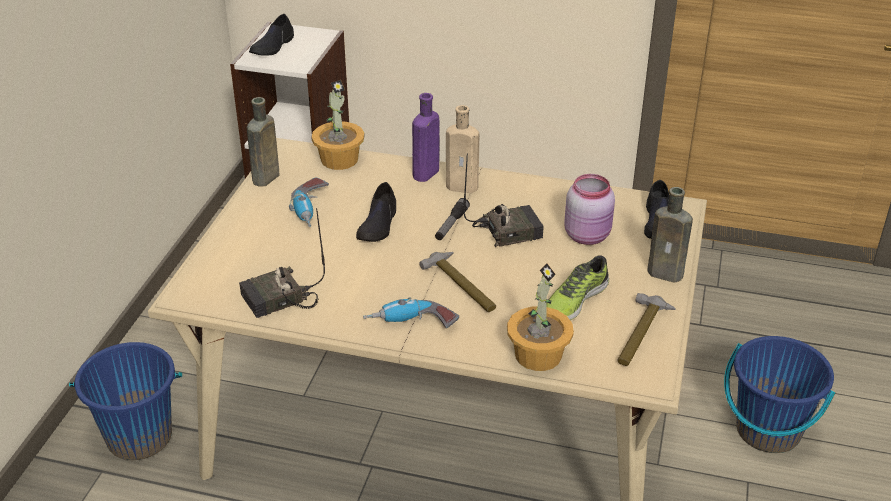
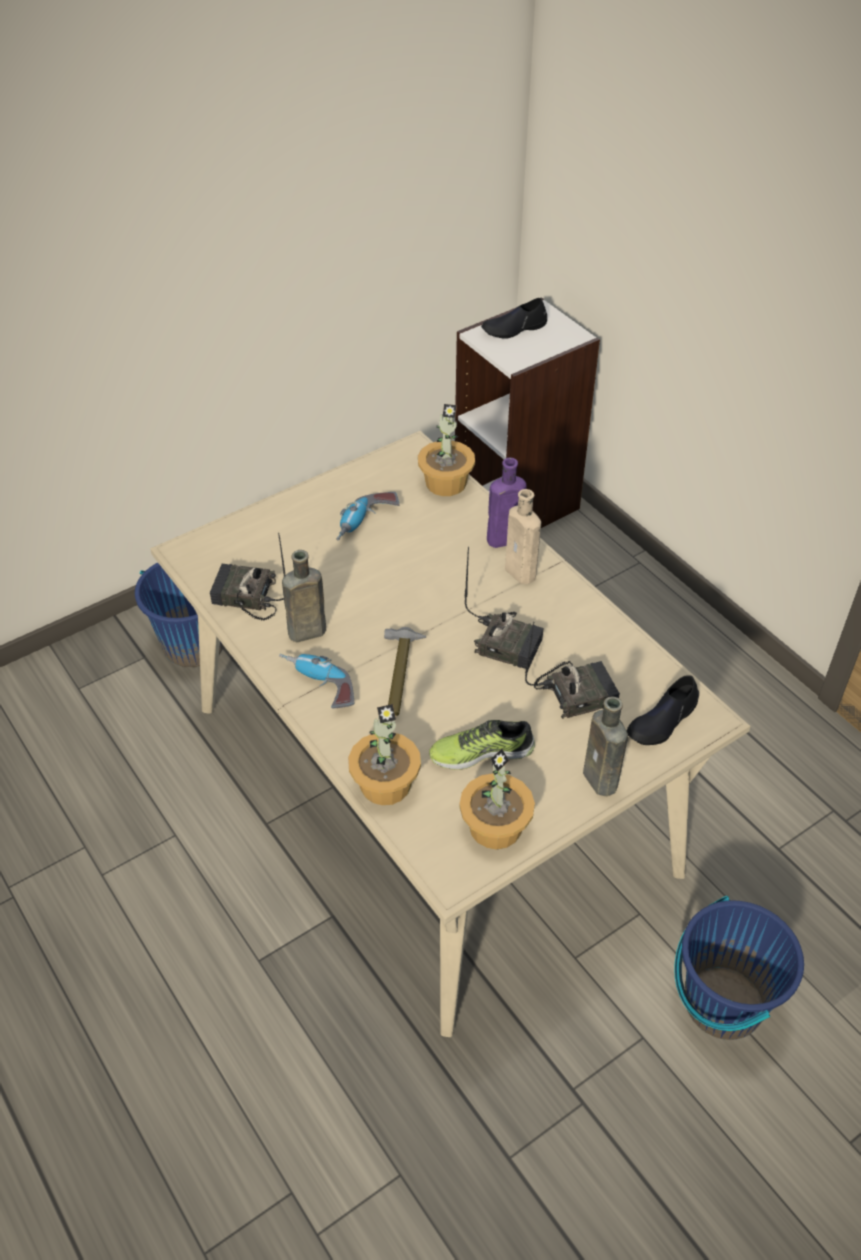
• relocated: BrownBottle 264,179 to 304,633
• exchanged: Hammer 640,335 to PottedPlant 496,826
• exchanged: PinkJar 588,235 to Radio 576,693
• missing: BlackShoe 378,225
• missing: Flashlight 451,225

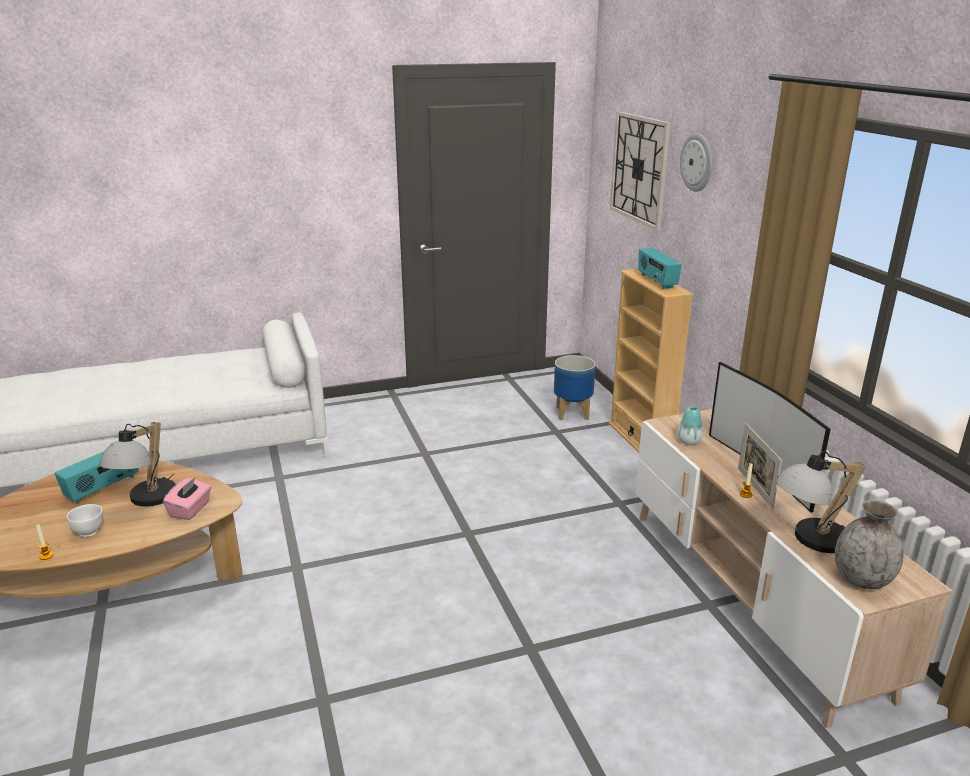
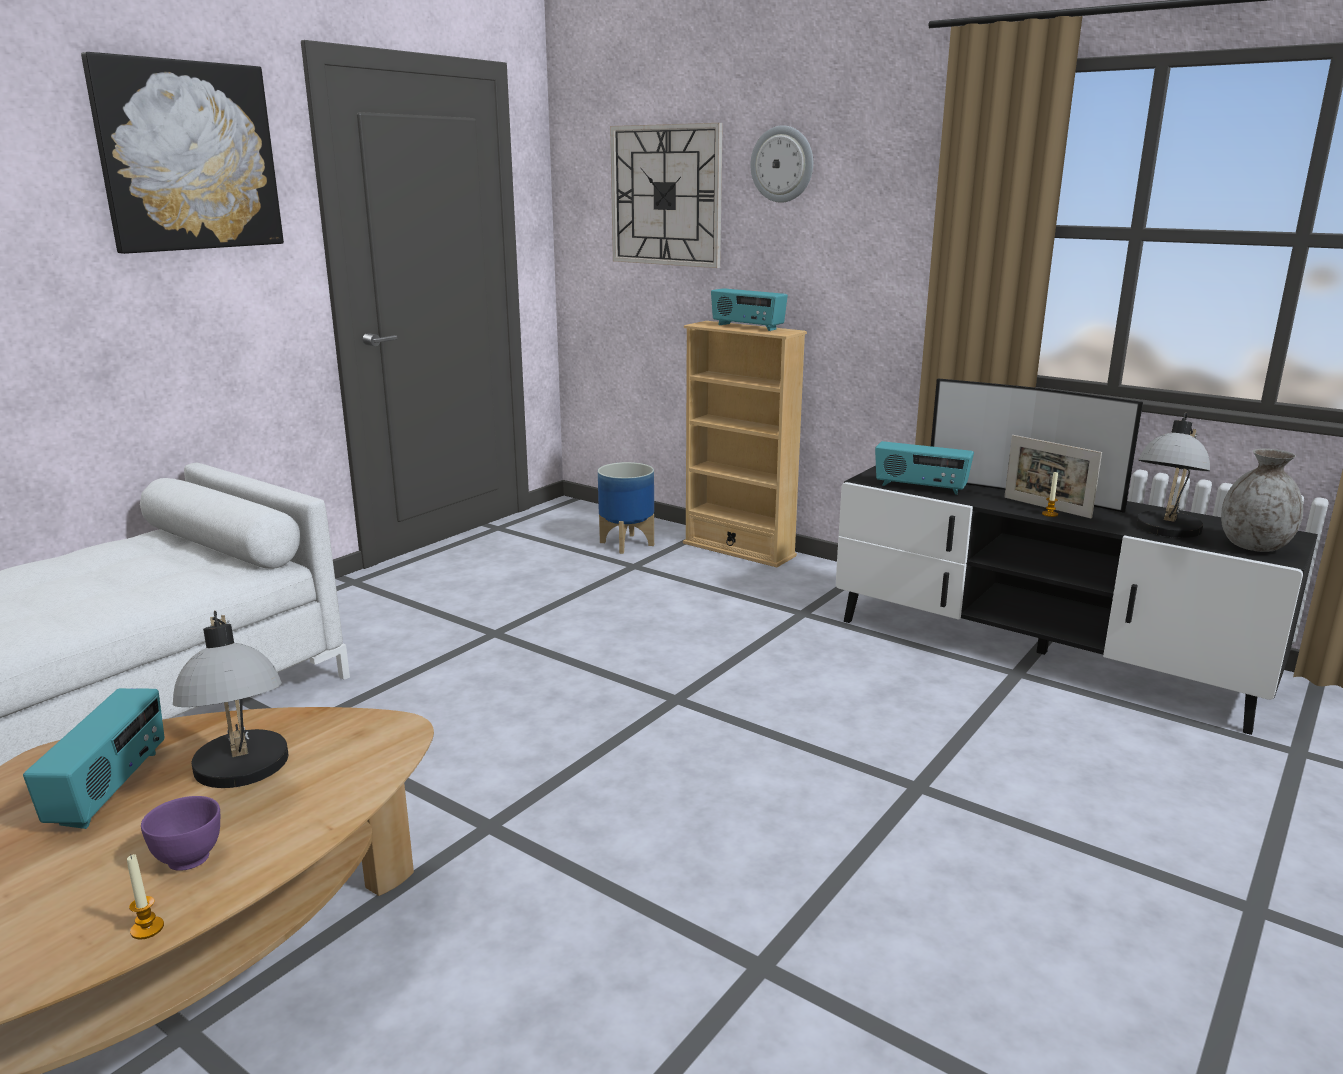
• appeared: Picture 188,156
• colour: WhiteBowl 89,532 to PurpleBowl 189,858
• colour: BeigeTvStand 750,597 to BlackTvStand 1040,653
• exchanged: Vase 689,441 to Radio 920,488
• missing: PinkTissueBox 190,509

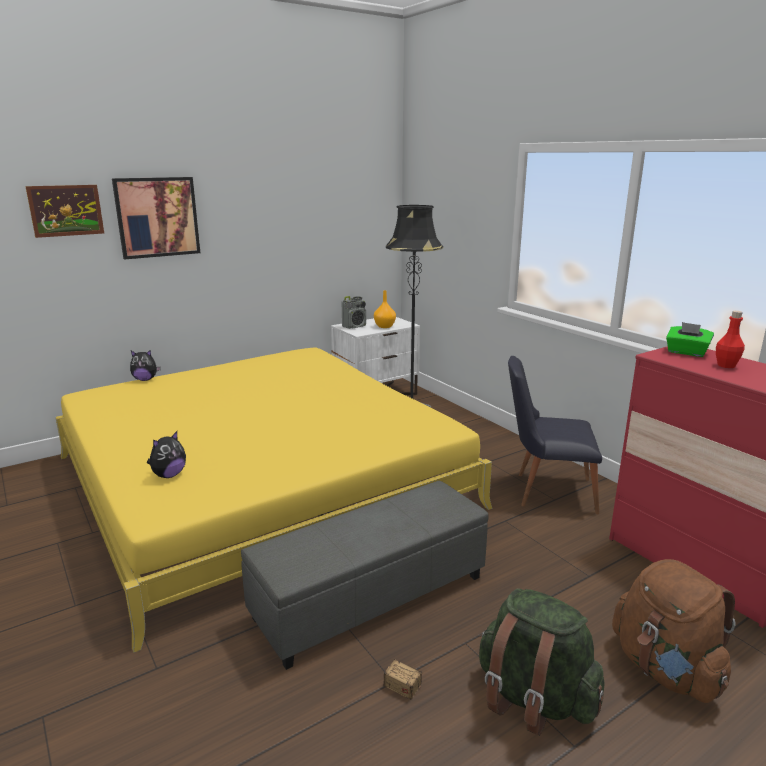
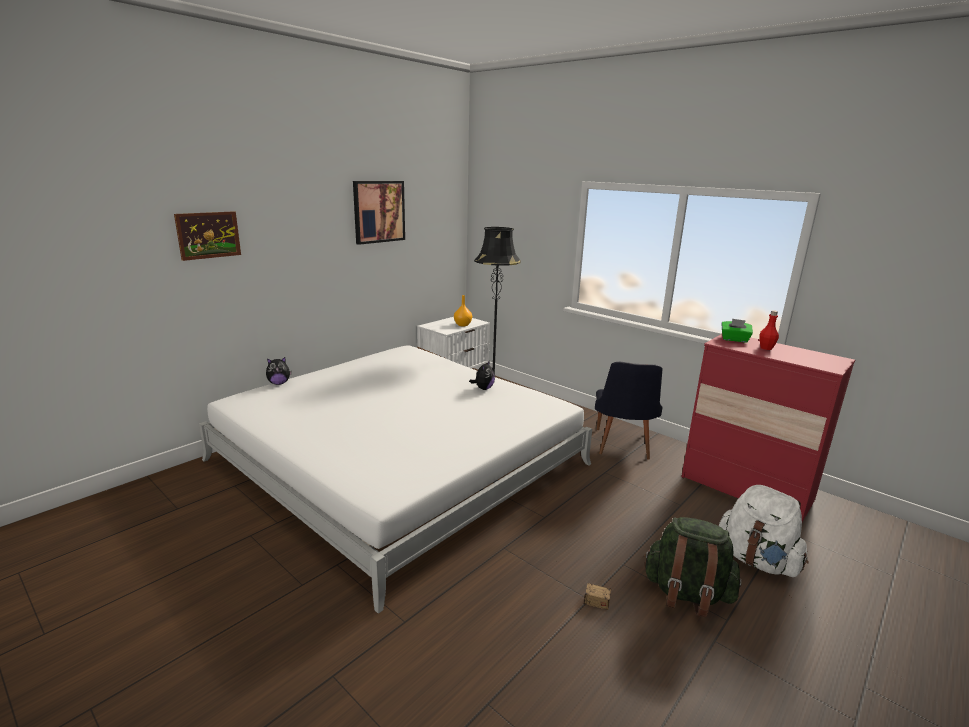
• colour: YellowBed 259,481 to WhiteBed 399,462
• relocated: Picture 157,217 to 379,211
• relocated: PlushToy 169,475 to 483,388
• spun: BlackChair 546,491 = 622,447 75 degrees counterclockwise
• colour: BrownBackpack 665,669 to WhiteBackpack 757,560
• missing: GreyOttoman 370,596
• missing: Radio 354,326

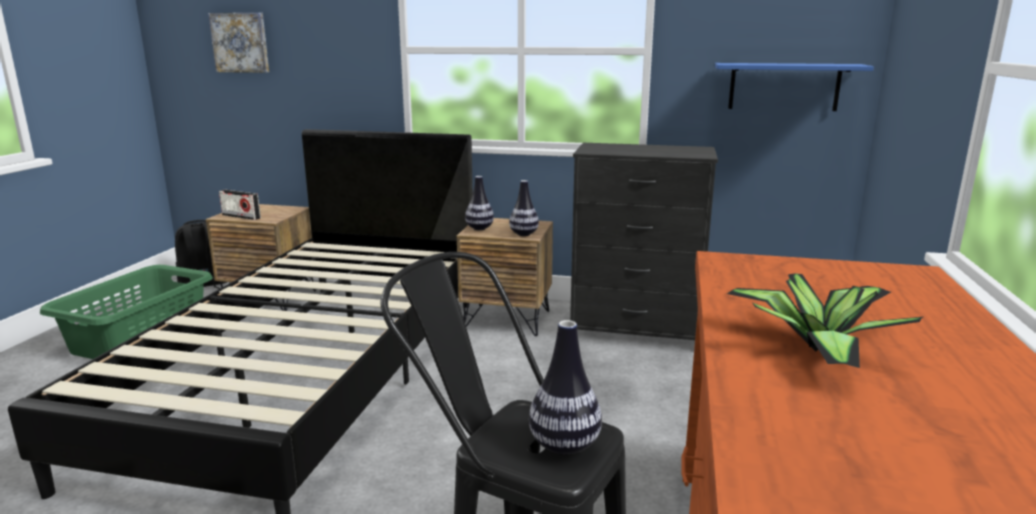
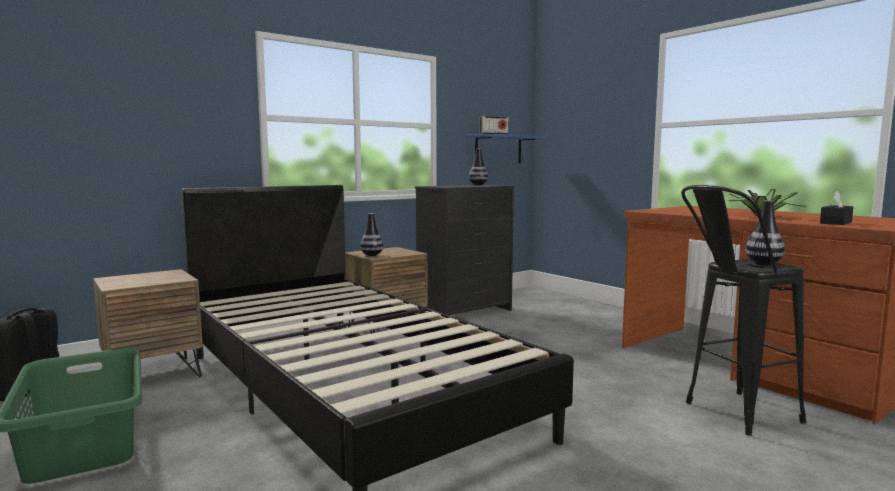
• relocated: Vase 524,234 to 478,185
• relocated: Radio 241,216 to 494,134
• appeared: BlackTissueBox 835,223
• missing: Picture 241,42

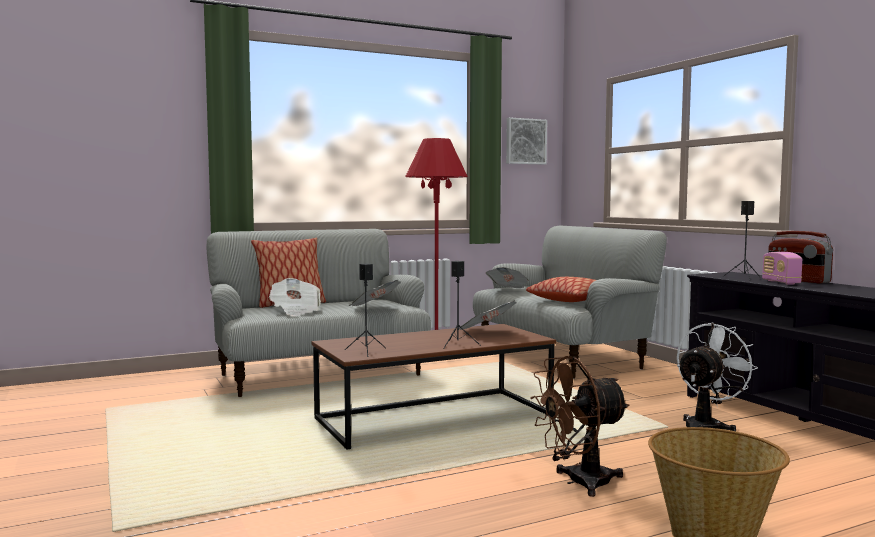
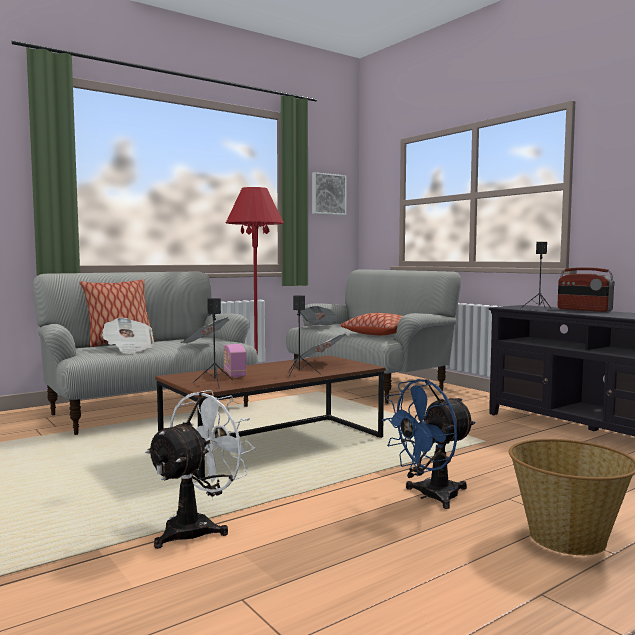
• relocated: WhiteFan 707,426 to 198,527
• relocated: Radio 781,282 to 234,374
• colour: BrownFan 579,482 to BlueFan 430,496

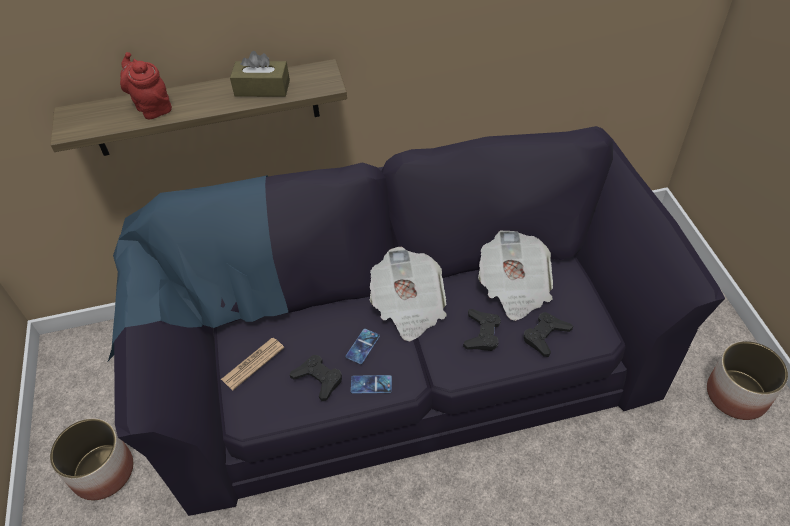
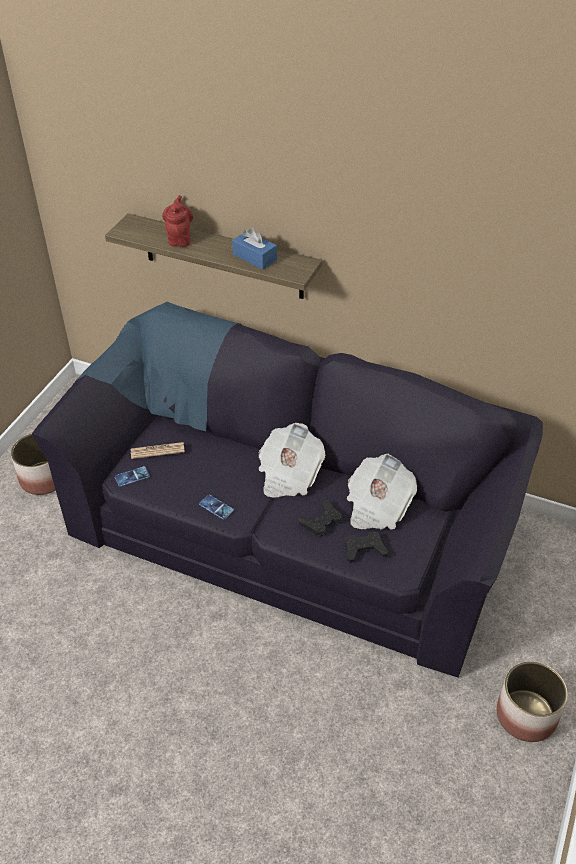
• relocated: Phone 362,346 to 132,476
• colour: BrownTissueBox 262,88 to BlueTissueBox 255,257
• missing: BlackGameController 318,379

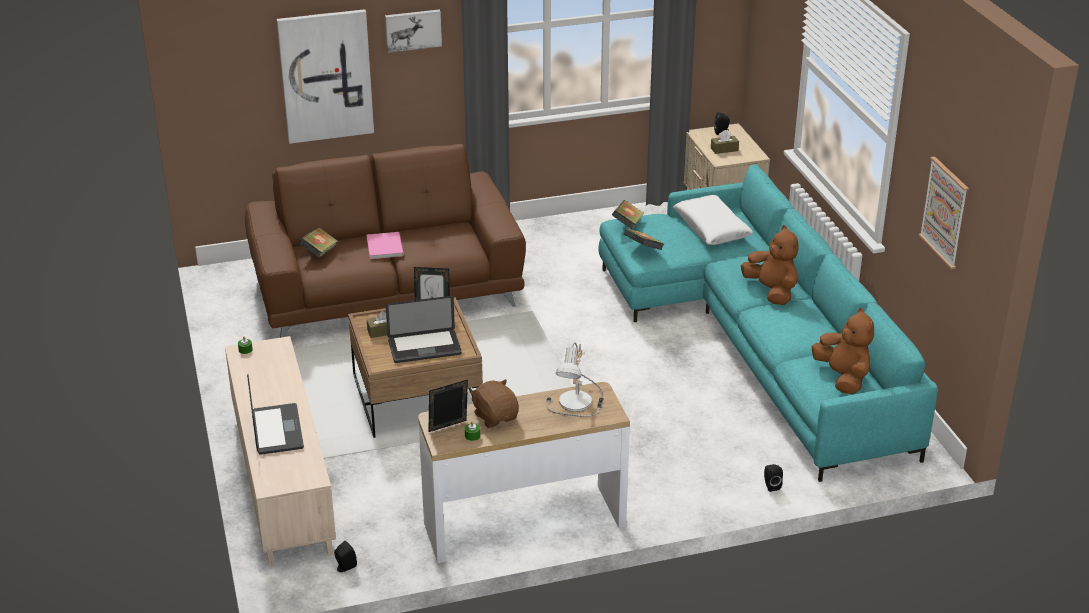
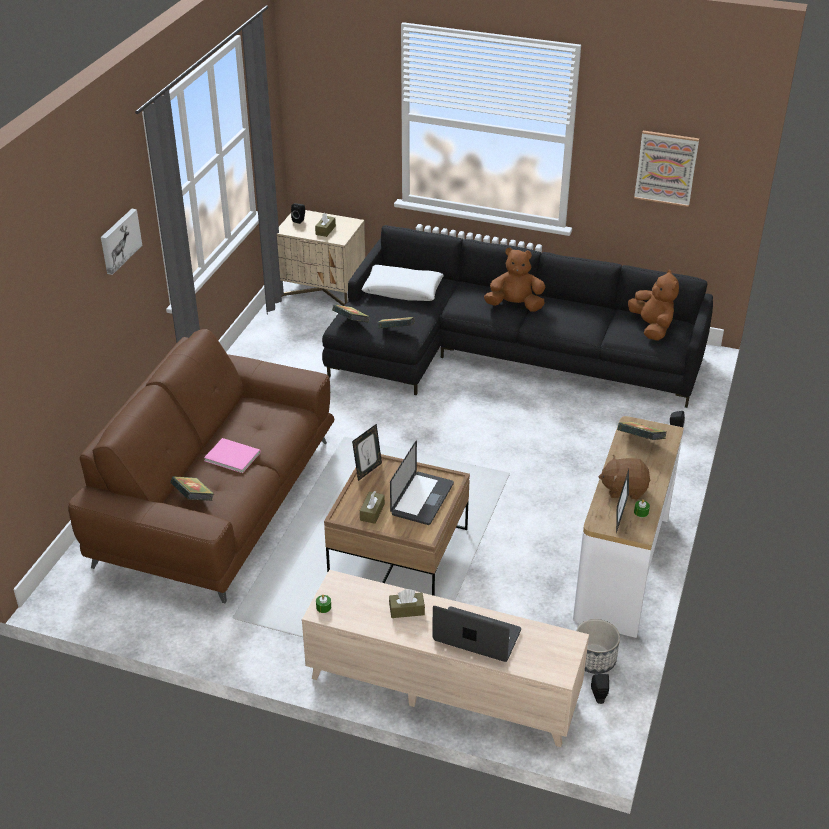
• colour: TurquoiseSofa 758,342 to BlackSofa 502,353
• appeared: BrownTissueBox 406,610
• appeared: Planter 594,659
• exchanged: TableLamp 578,403 to Book 640,441
• spun: BrownPlushToy 843,378 = 652,327 60 degrees clockwise
• missing: Picture 326,76

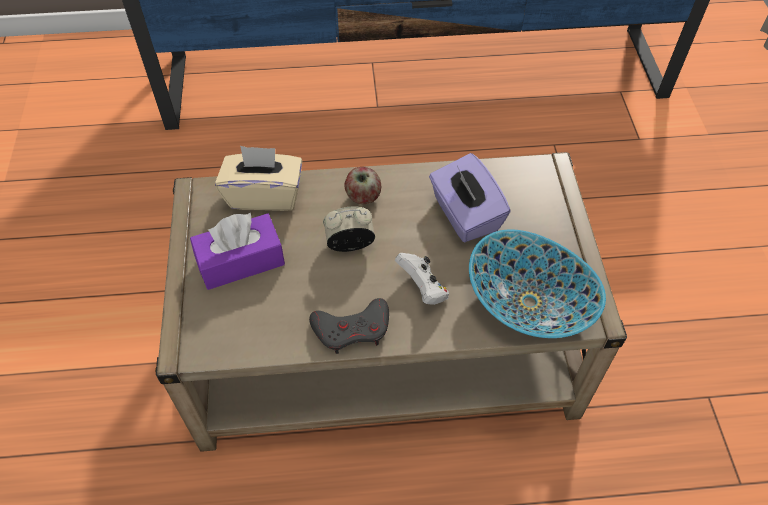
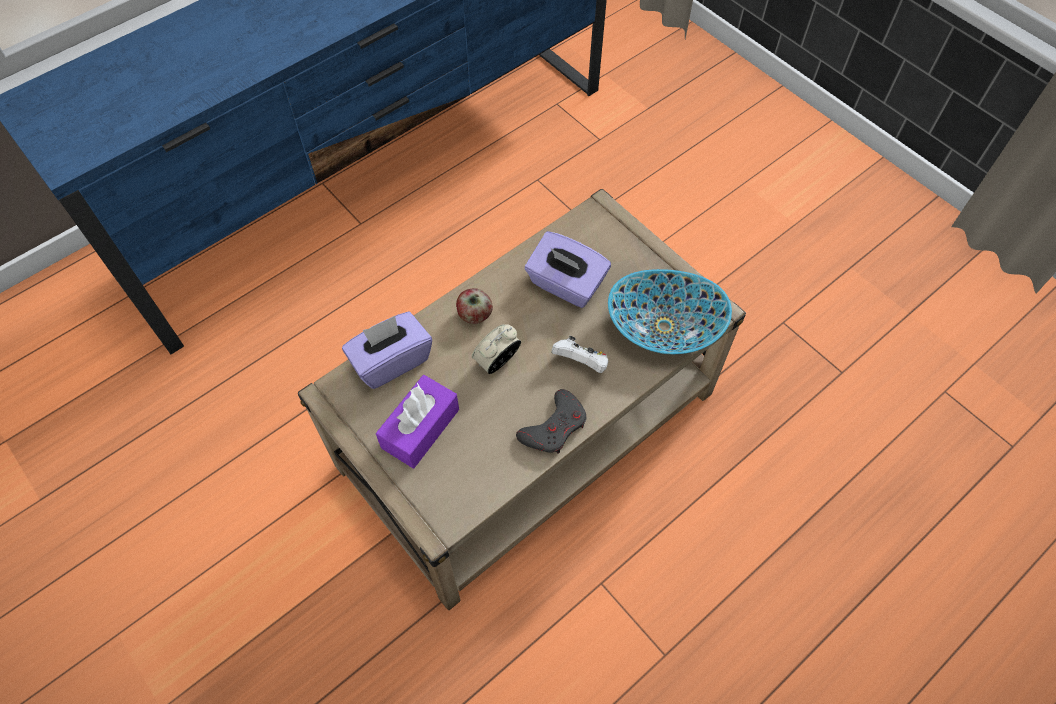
• colour: BeigeTissueBox 264,195 to PurpleTissueBox 391,361

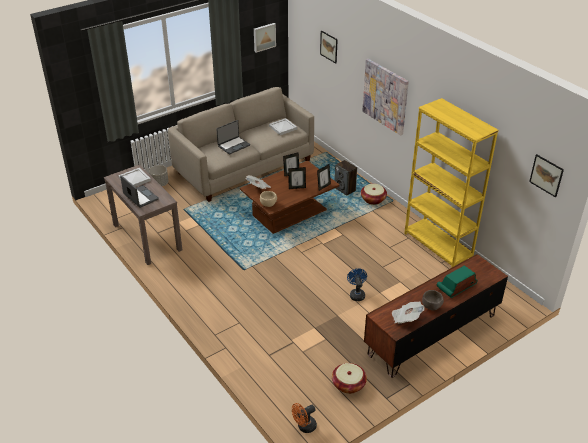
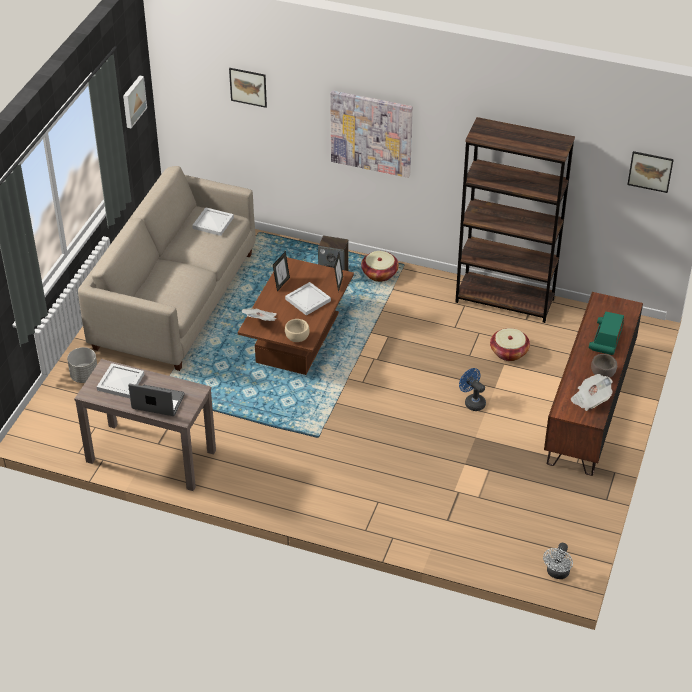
• exchanged: PictureFrame 297,187 to WhiteTray 308,299
• colour: YellowBookcase 438,246 to BrownBookcase 505,300
• relocated: Basket 348,384 to 509,352
• colour: OrangeFan 304,427 to WhiteFan 557,573
• missing: Laptop 233,145

